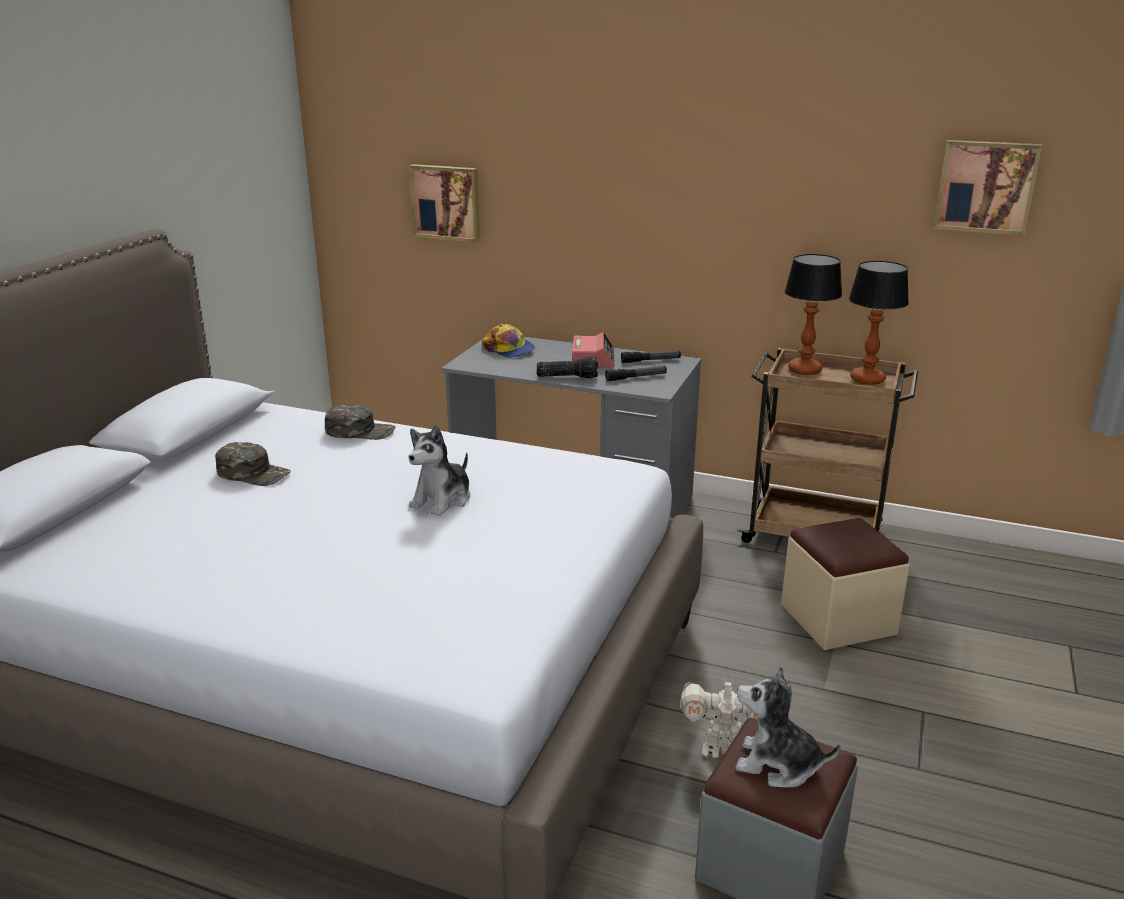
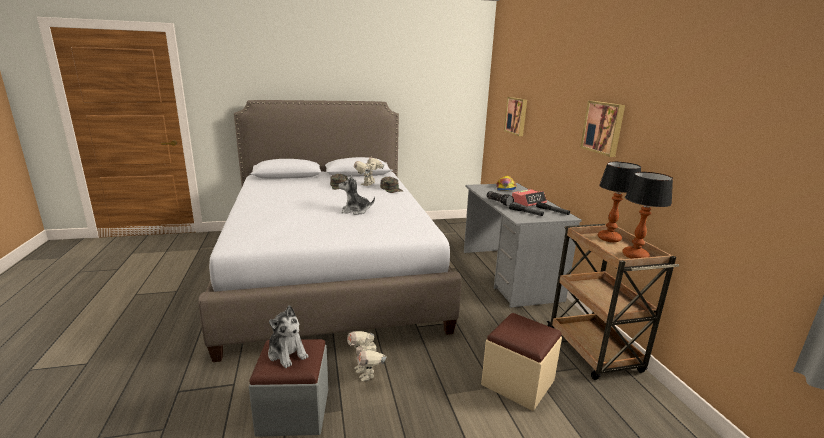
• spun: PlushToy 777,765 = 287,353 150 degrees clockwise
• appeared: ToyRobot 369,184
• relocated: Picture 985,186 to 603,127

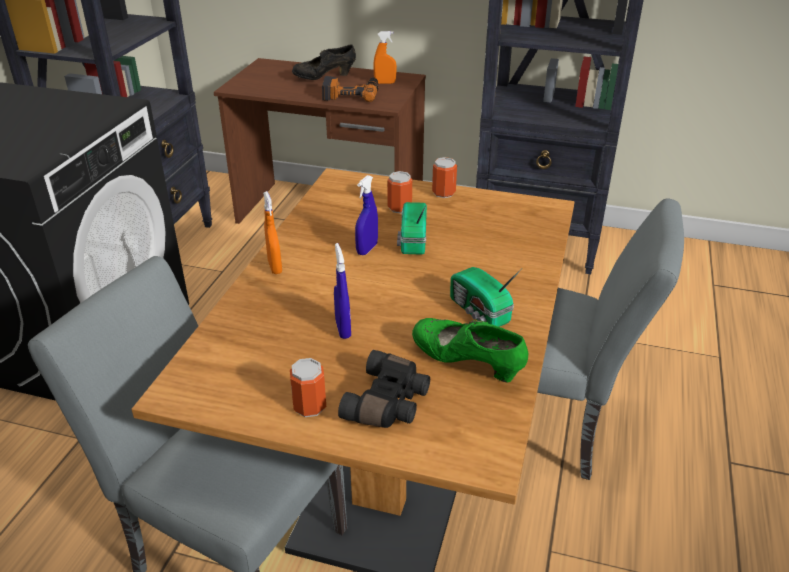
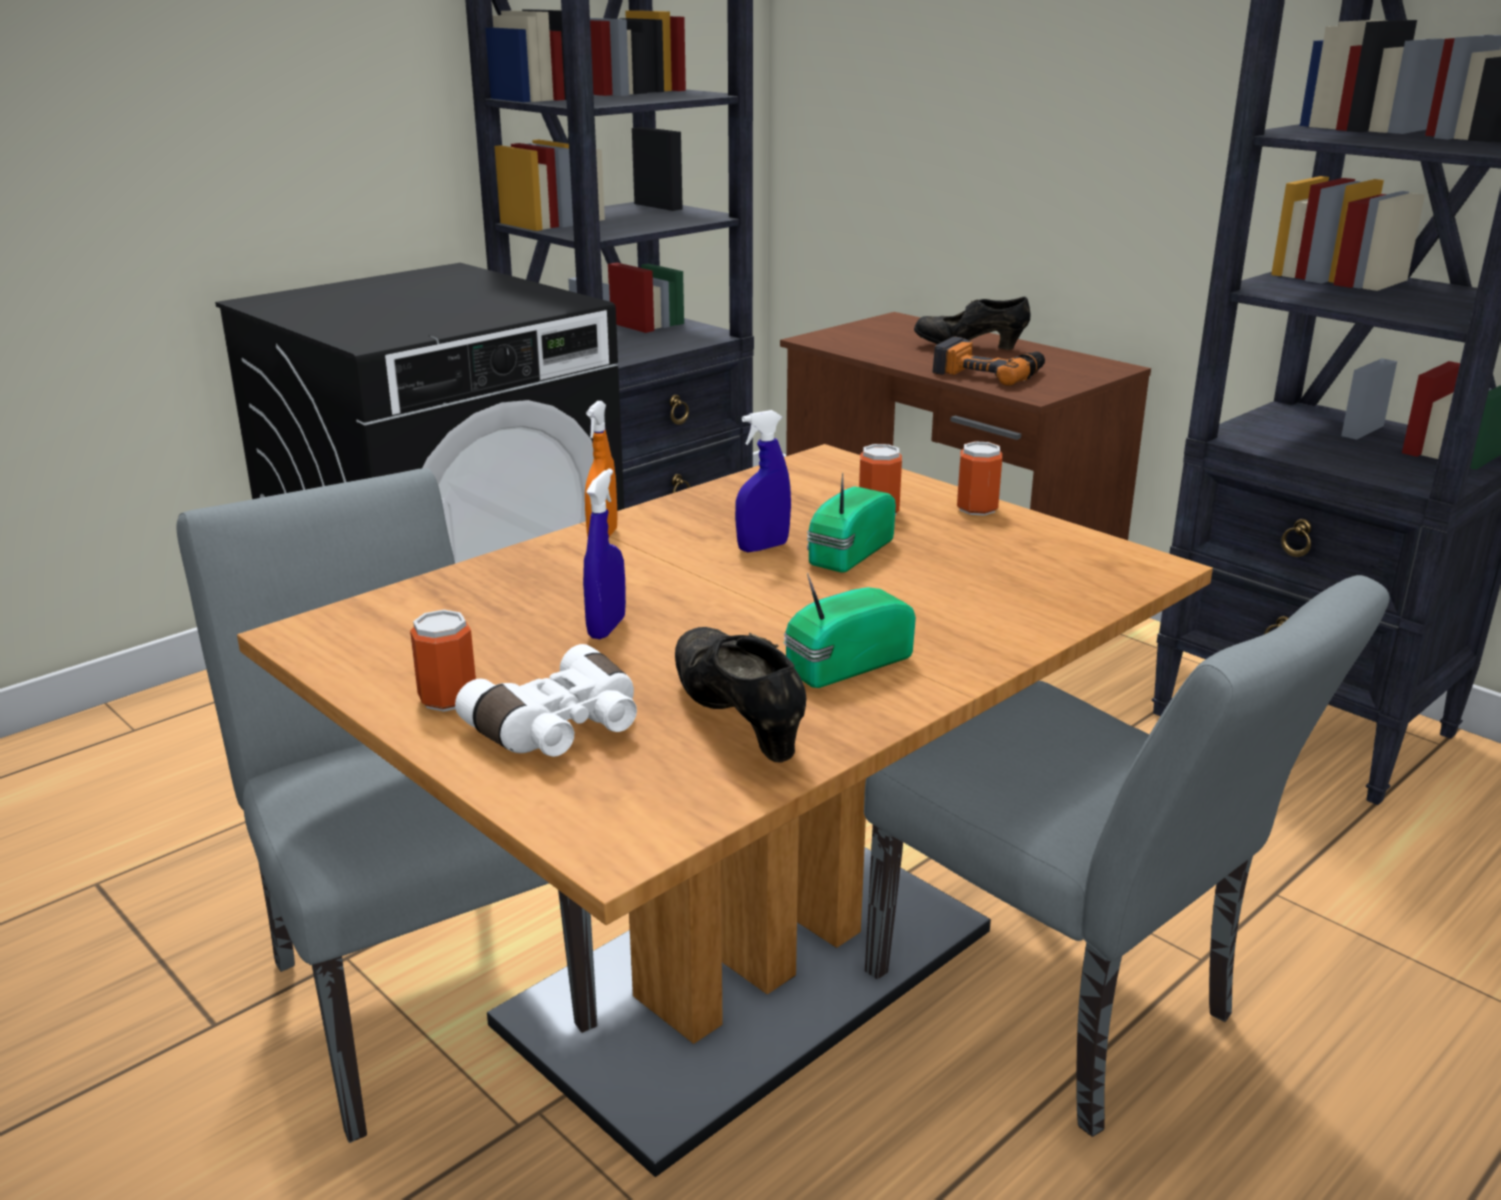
• colour: BlackBinoculars 389,403 to WhiteBinoculars 560,729
• colour: GreenShoe 467,364 to BlackShoe 738,721
• spun: Radio 479,312 = 844,664 60 degrees clockwise
• missing: OrangeSprayBottle 385,83

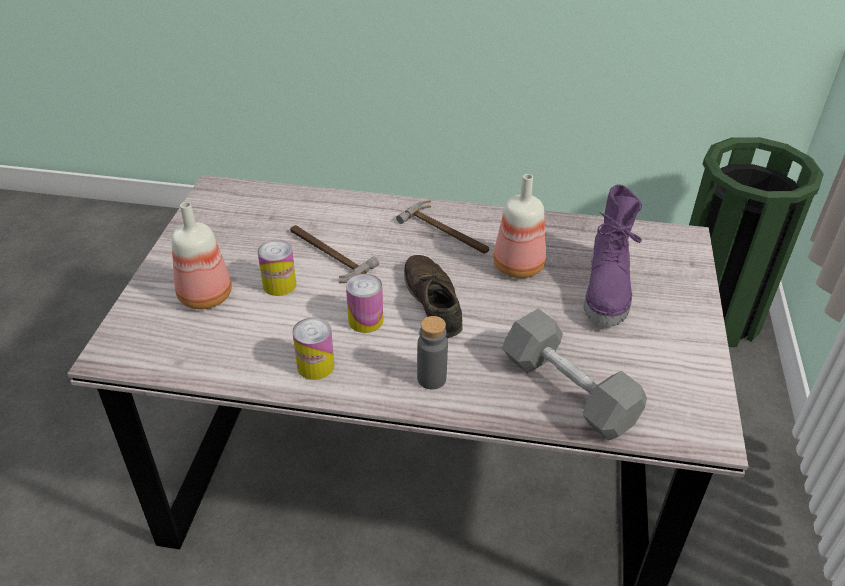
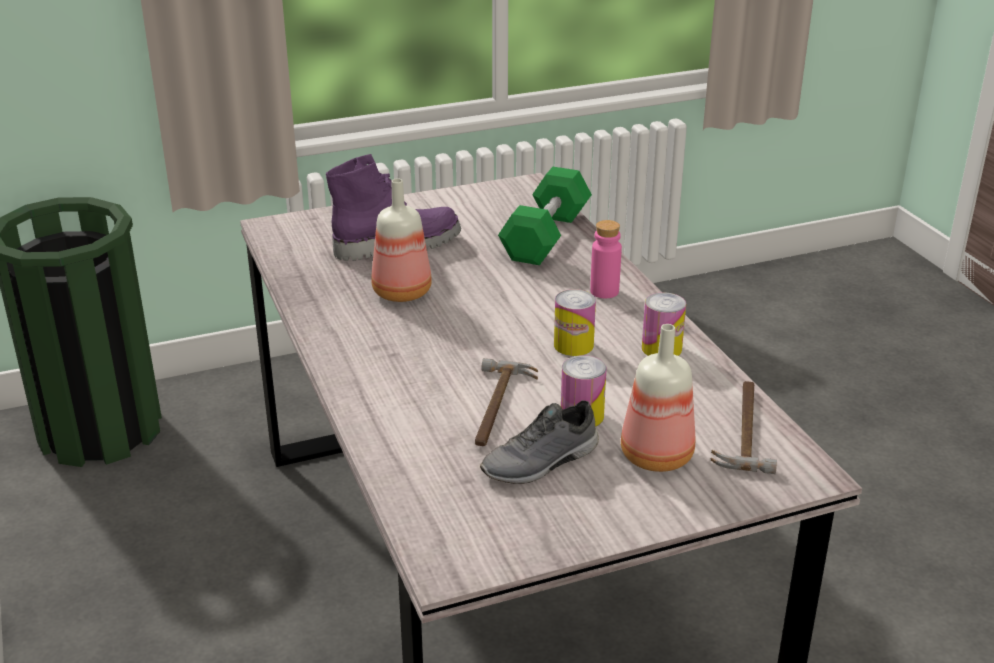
• appeared: GreyShoe 541,463
• colour: GreyDumbbell 568,391 to GreenDumbbell 545,236
• colour: GreyBottle 431,378 to PinkBottle 604,291
• relocated: Hammer 447,232 to 743,429
• missing: BrownShoe 433,301

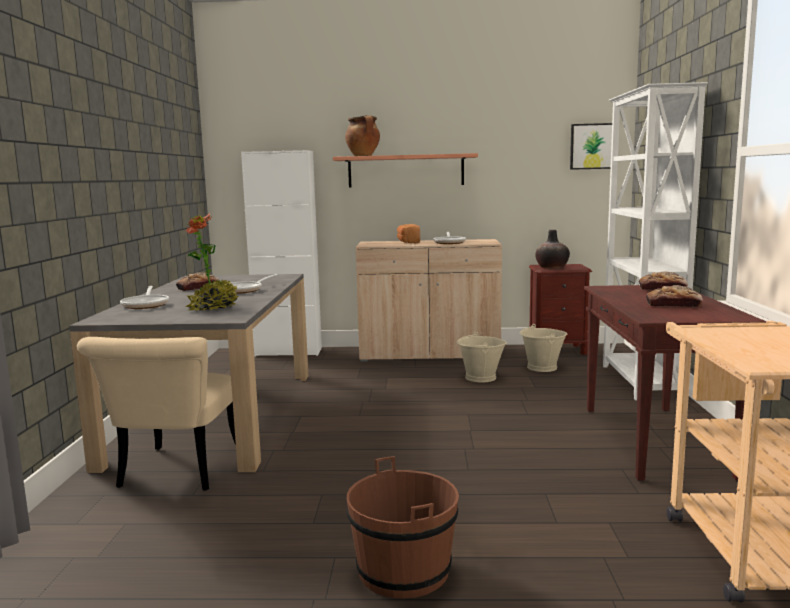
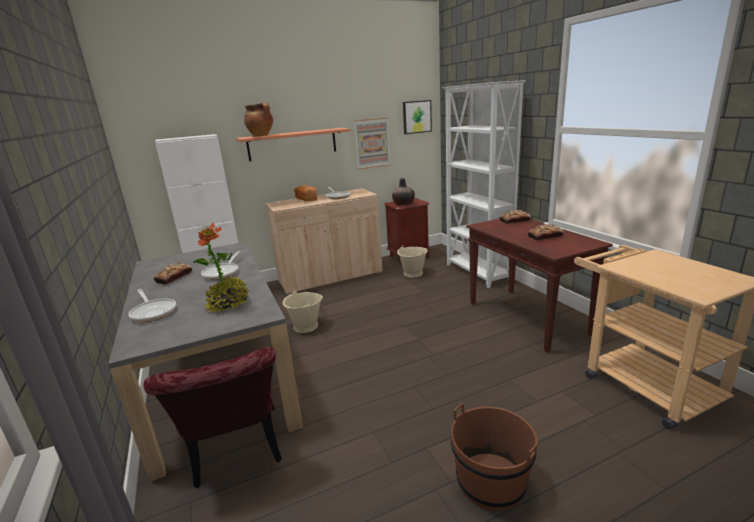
• colour: BeigeChair 176,474 to RedChair 238,453
• relocated: BeigeBucket 480,378 to 305,326
• appeared: Picture 372,143

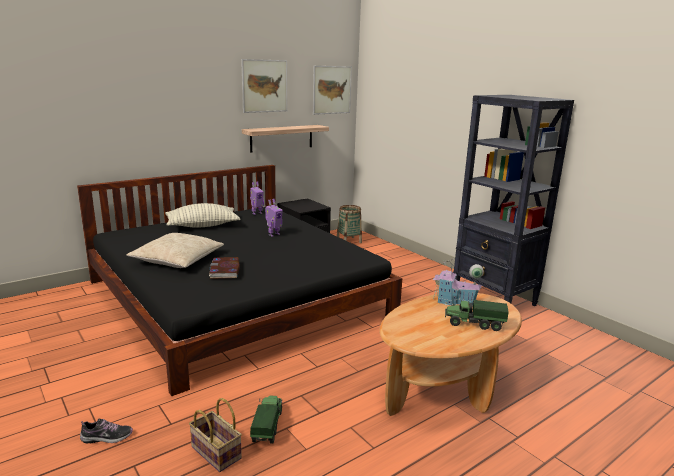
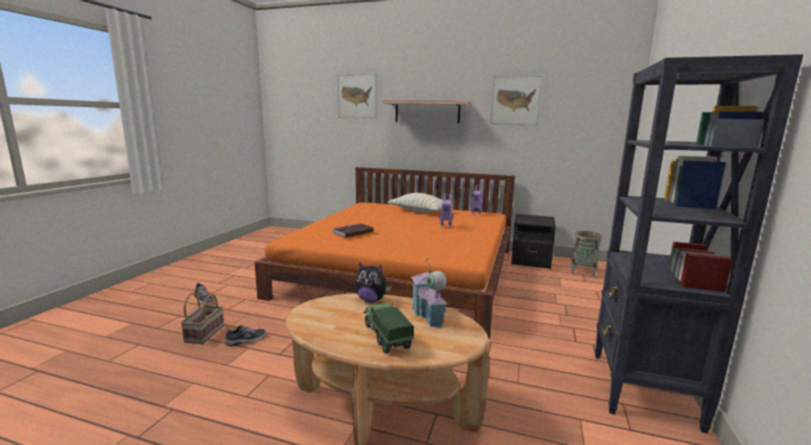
• exchanged: ToyTruck 267,426 to Shoe 246,340
• colour: BlackBed 237,297 to OrangeBed 403,271
• relocated: Picture 332,90 to 357,96
• appeared: PlushToy 371,300
• relocated: Shelf 281,138 to 427,111
• missing: BeigePillow 178,259

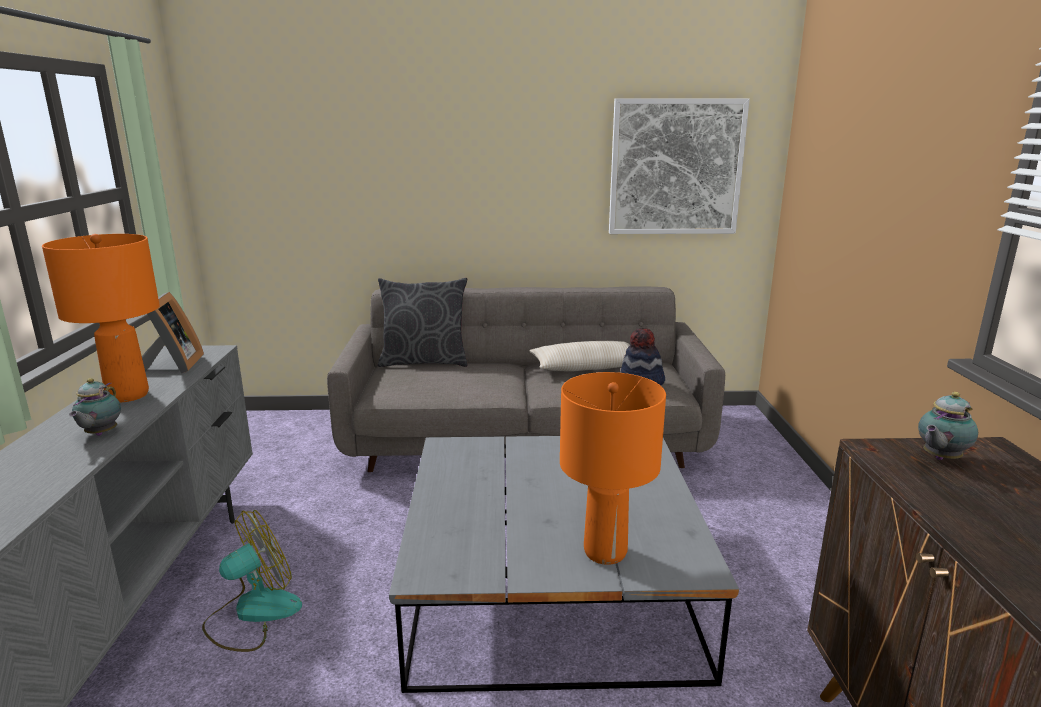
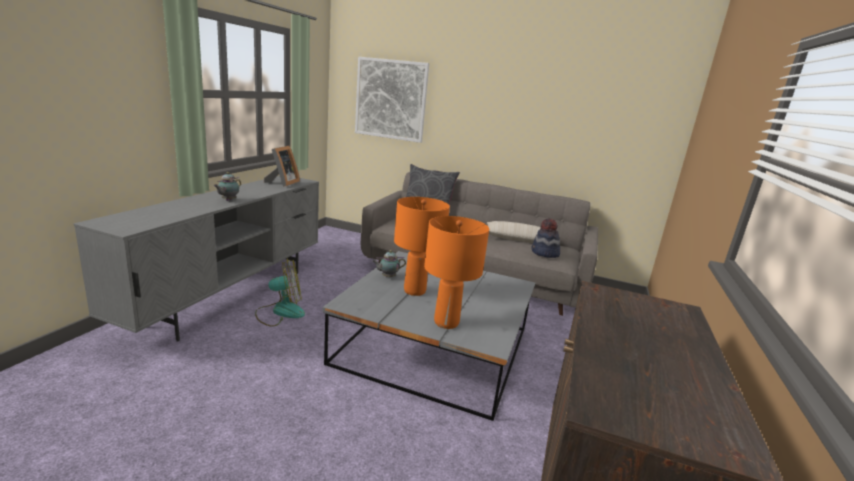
• relocated: Picture 676,167 to 391,99
• relocated: Teapot 939,458 to 387,277
• relocated: OrangeTableLamp 128,395 to 415,291

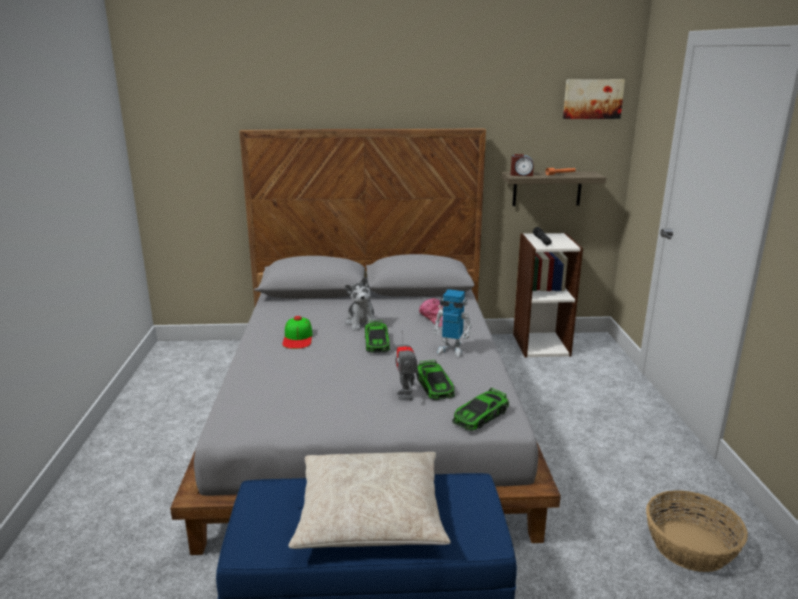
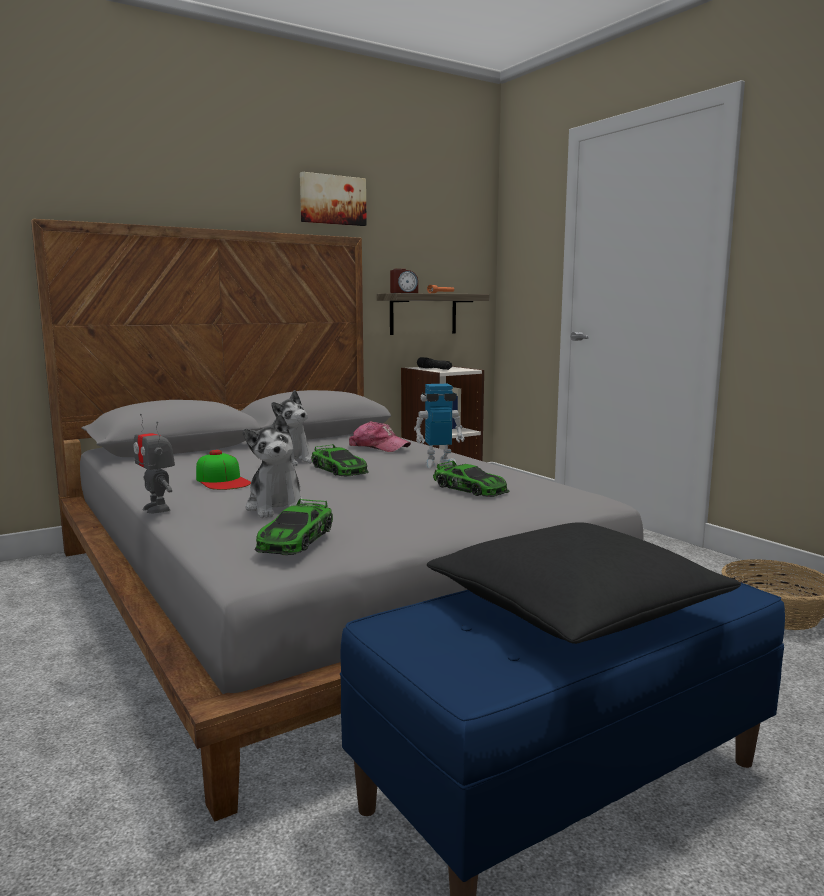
• relocated: ToyRobot 405,395 to 157,509
• appeared: PlushToy 276,507
• relocated: ToyCar 480,415 to 295,539
• relocated: Picture 592,99 to 332,200
• colour: BeigePillow 370,514 to BlackPillow 574,607

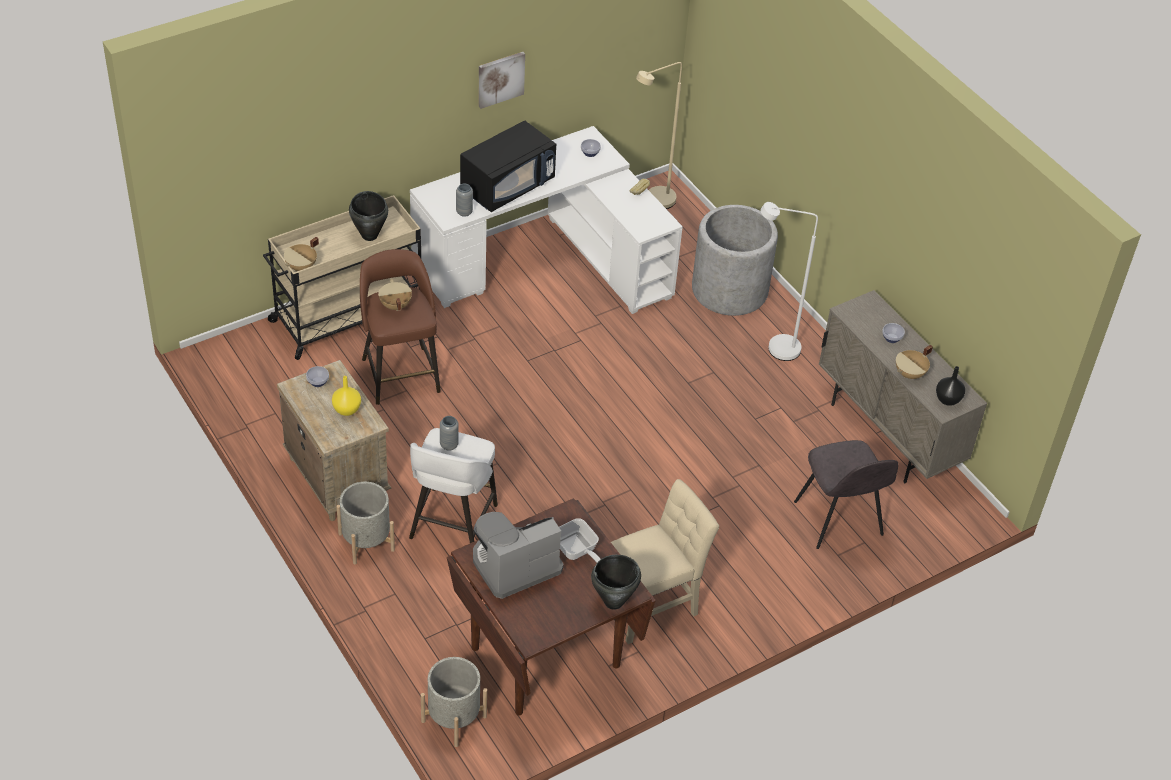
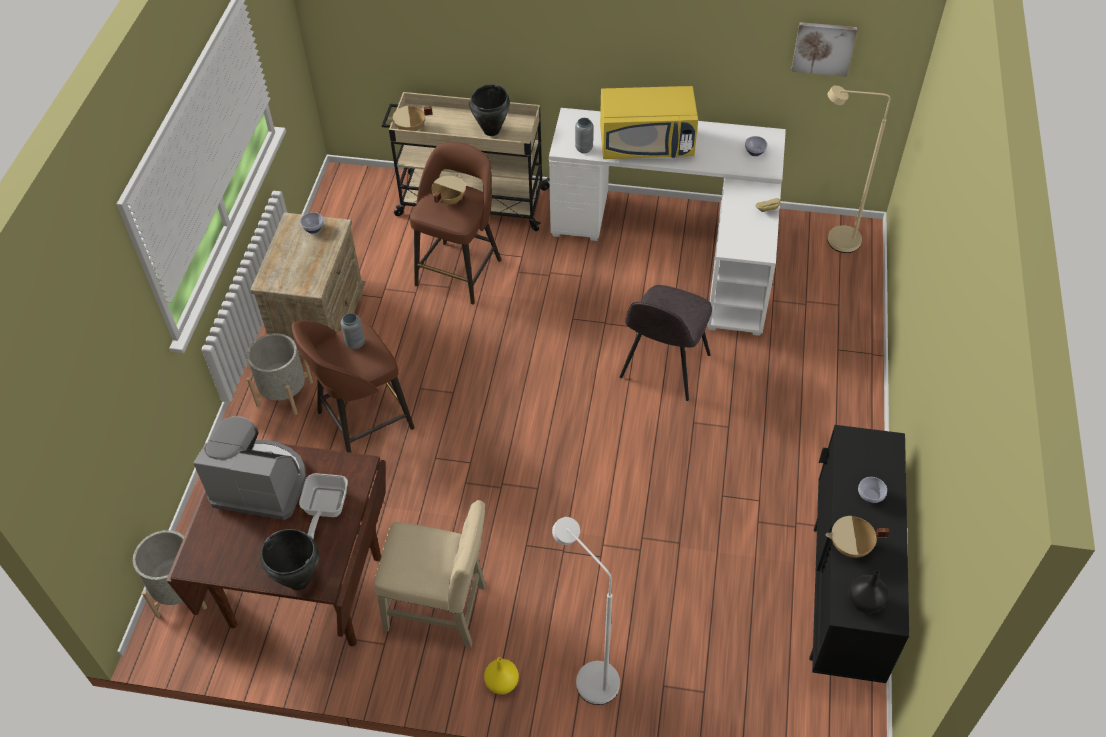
• colour: WhiteStool 452,524 to BrownStool 362,421
• relocated: YellowVase 347,410 to 502,684
• relocated: WhiteFloorLamp 775,348 to 589,675
• colour: BlackMicrowave 507,186 to YellowMicrowave 647,144
• relocated: GreyChair 839,520 to 664,368
• relocated: Picture 500,79 to 823,48
• colour: BeigeCabinet 887,435 to BlackCabinet 842,597
• missing: GreyPlanter 730,290

